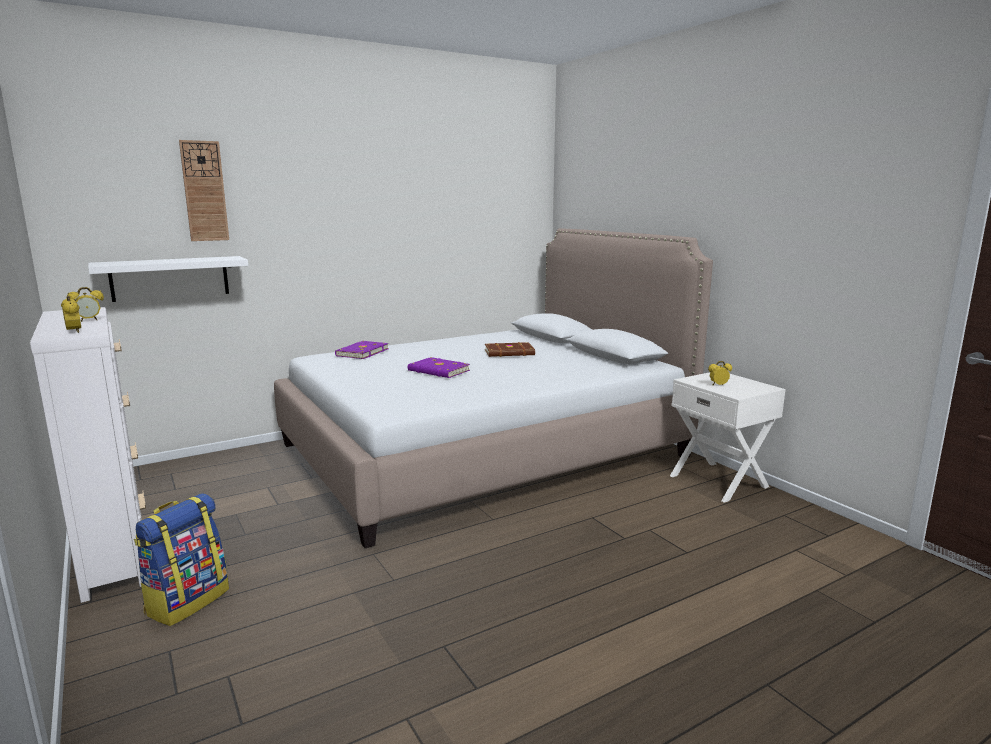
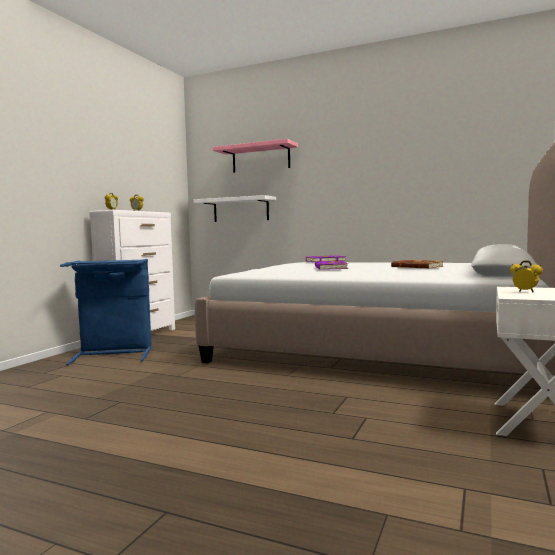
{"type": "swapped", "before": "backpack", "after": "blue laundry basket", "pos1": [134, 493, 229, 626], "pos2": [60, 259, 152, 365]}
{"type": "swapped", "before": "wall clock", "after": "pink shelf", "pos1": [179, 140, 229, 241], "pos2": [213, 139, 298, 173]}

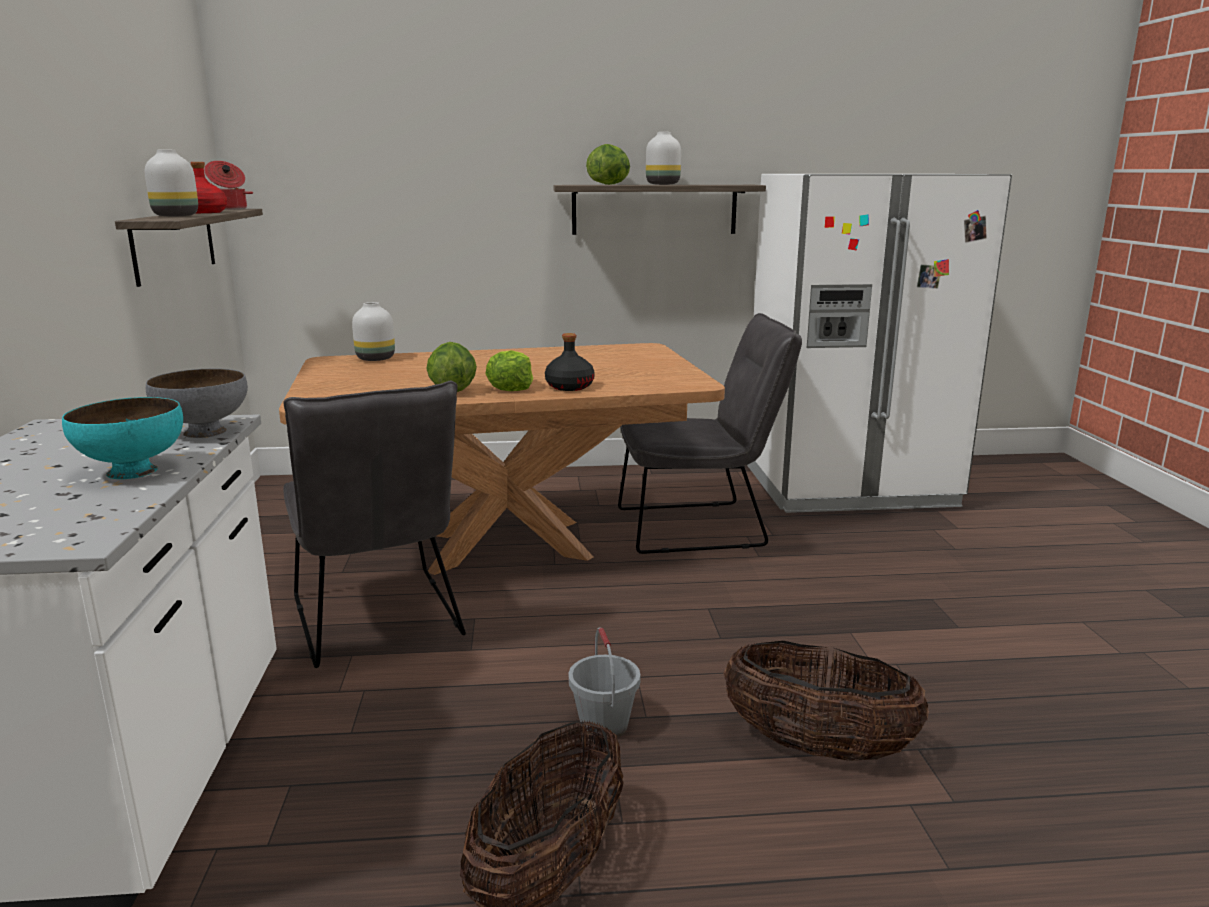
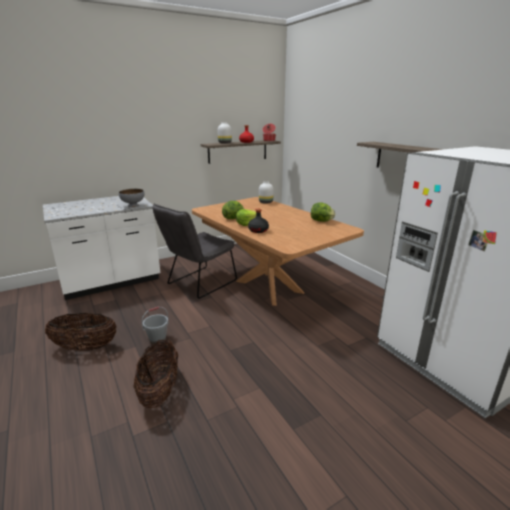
{"type": "gone", "before": "turquoise bowl", "pos1": [62, 397, 183, 479]}
{"type": "gone", "before": "grey chair", "pos1": [618, 313, 802, 554]}
{"type": "gone", "before": "white vase", "pos1": [646, 132, 681, 185]}
{"type": "shifted", "before": "lettuce", "pos1": [586, 144, 630, 185], "pos2": [311, 202, 335, 222]}

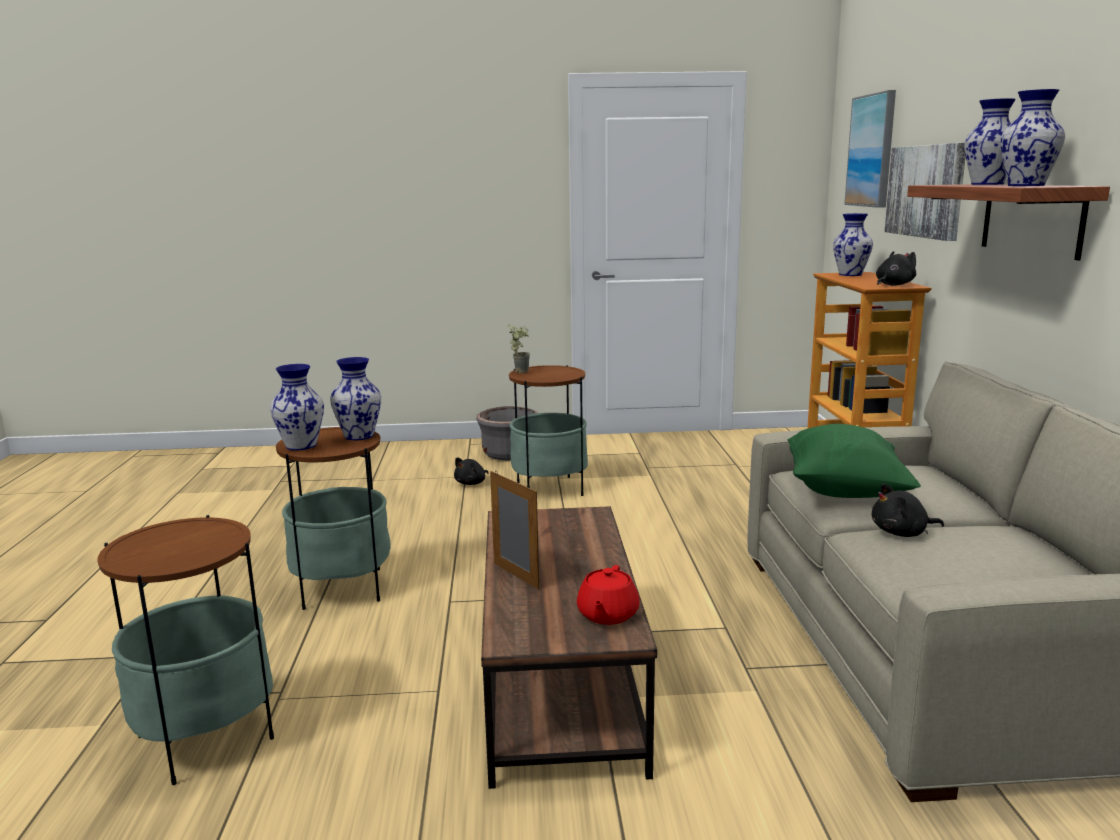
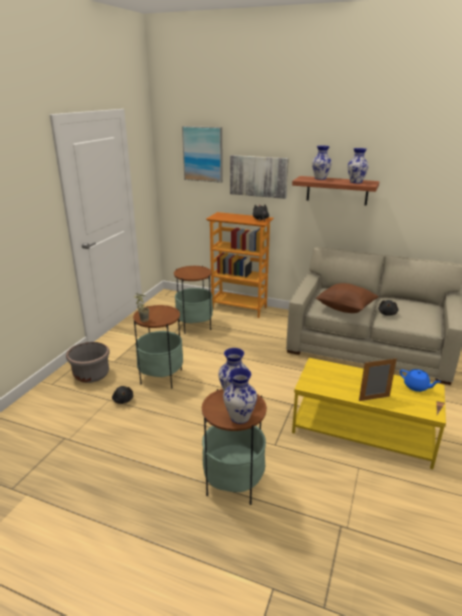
{"type": "gone", "before": "vase", "pos1": [833, 213, 873, 276]}
{"type": "shifted", "before": "side table", "pos1": [97, 515, 274, 785], "pos2": [174, 266, 213, 334]}
{"type": "repainted", "before": "brown coffee table", "after": "yellow coffee table", "pos1": [481, 506, 657, 789], "pos2": [292, 358, 446, 469]}
{"type": "repainted", "before": "red teapot", "after": "blue teapot", "pos1": [577, 565, 640, 625], "pos2": [400, 369, 440, 392]}
{"type": "repainted", "before": "green pillow", "after": "brown pillow", "pos1": [787, 424, 921, 498], "pos2": [316, 283, 379, 313]}

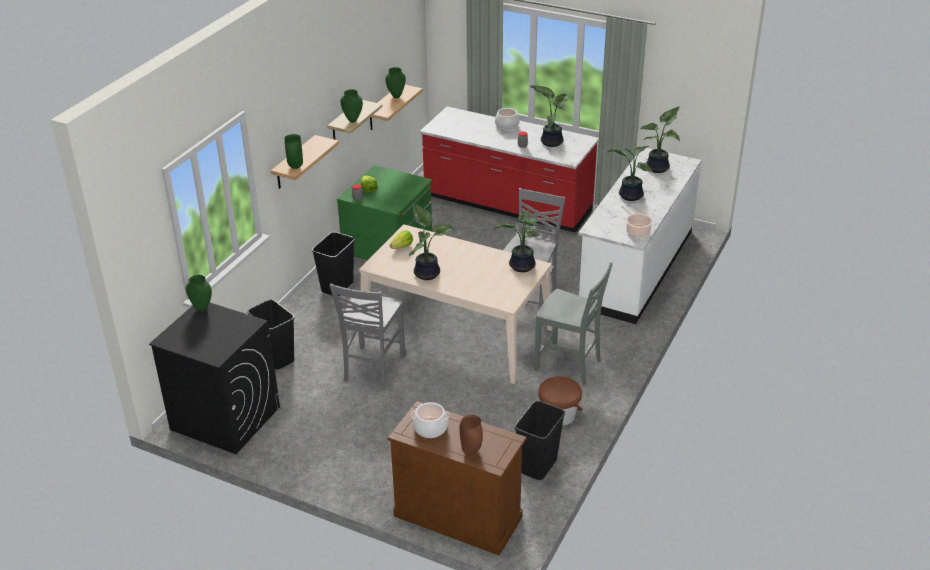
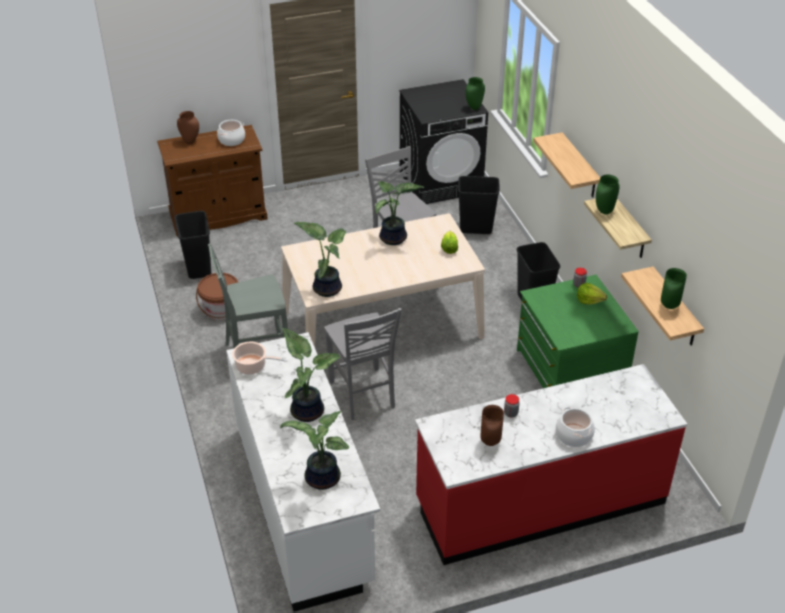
{"type": "gone", "before": "green vase", "pos1": [284, 134, 303, 169]}
{"type": "swapped", "before": "potted plant", "after": "brown vase", "pos1": [530, 85, 569, 147], "pos2": [480, 405, 504, 446]}

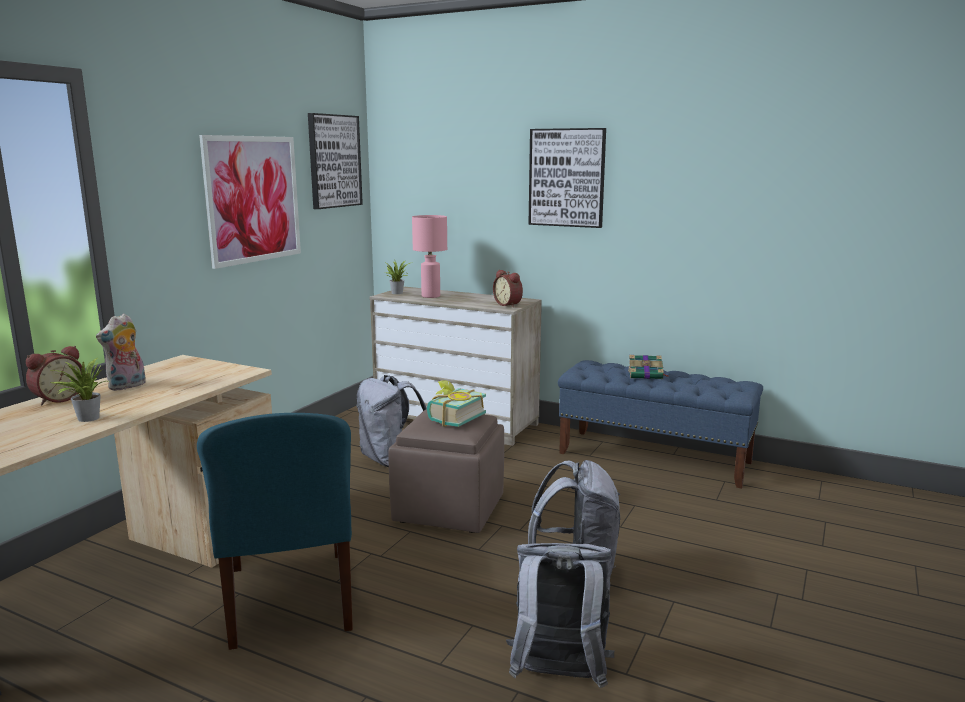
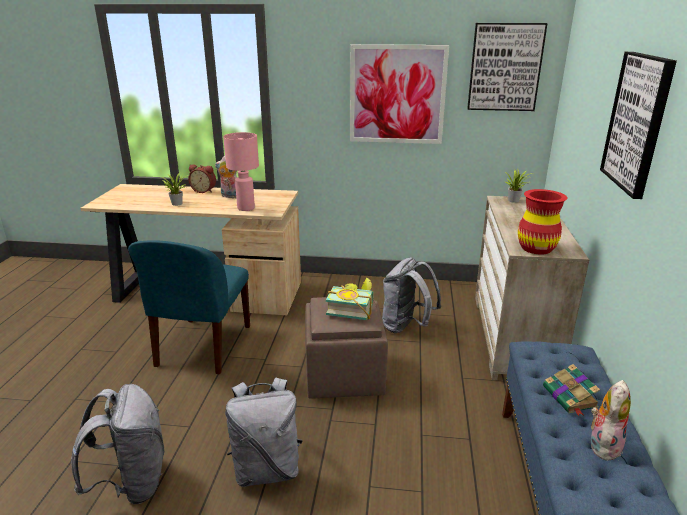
{"type": "new", "after": "plush toy", "pos2": [591, 380, 631, 461]}
{"type": "shifted", "before": "pink table lamp", "pos1": [412, 215, 447, 298], "pos2": [223, 132, 259, 211]}
{"type": "swapped", "before": "alarm clock", "after": "red vase", "pos1": [493, 270, 523, 307], "pos2": [518, 189, 568, 254]}
{"type": "rotated", "before": "blue chair", "pos1": [197, 413, 353, 650], "pos2": [128, 240, 250, 374], "turn": -45}

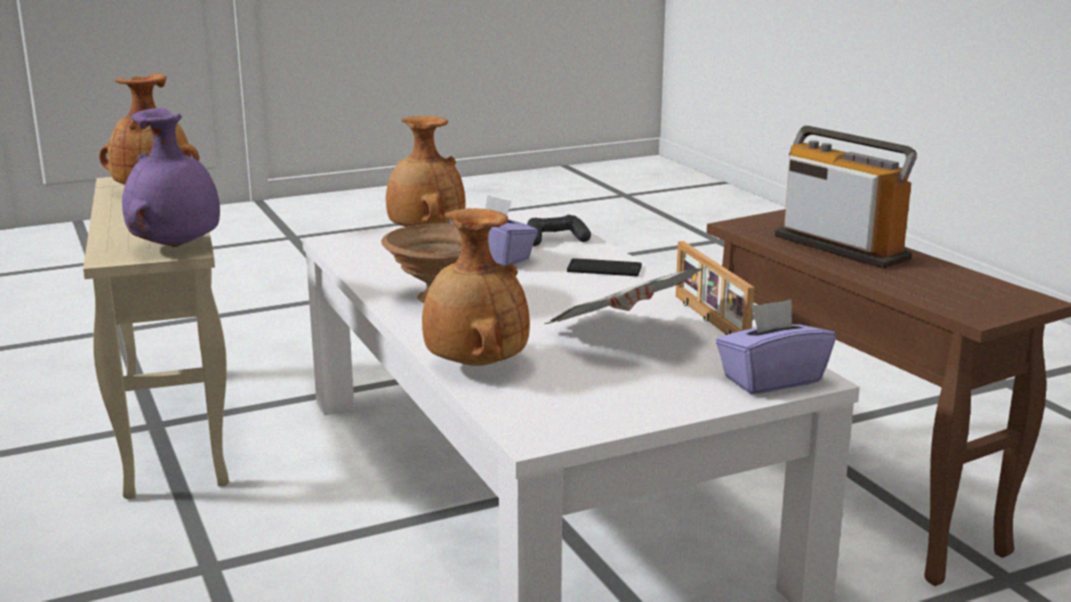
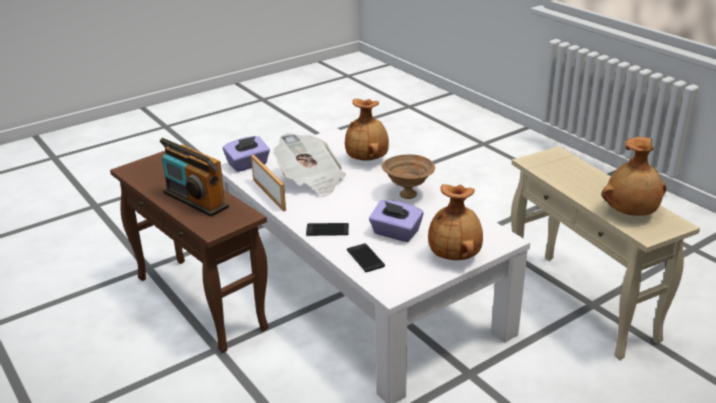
{"type": "gone", "before": "purple vase", "pos1": [122, 108, 220, 247]}
{"type": "swapped", "before": "black game controller", "after": "phone", "pos1": [527, 215, 591, 246], "pos2": [347, 243, 385, 272]}

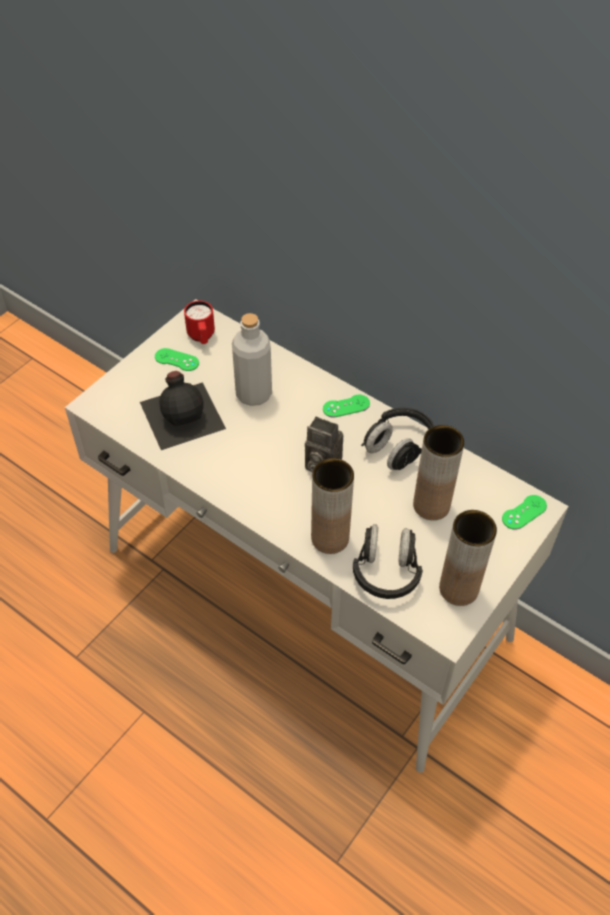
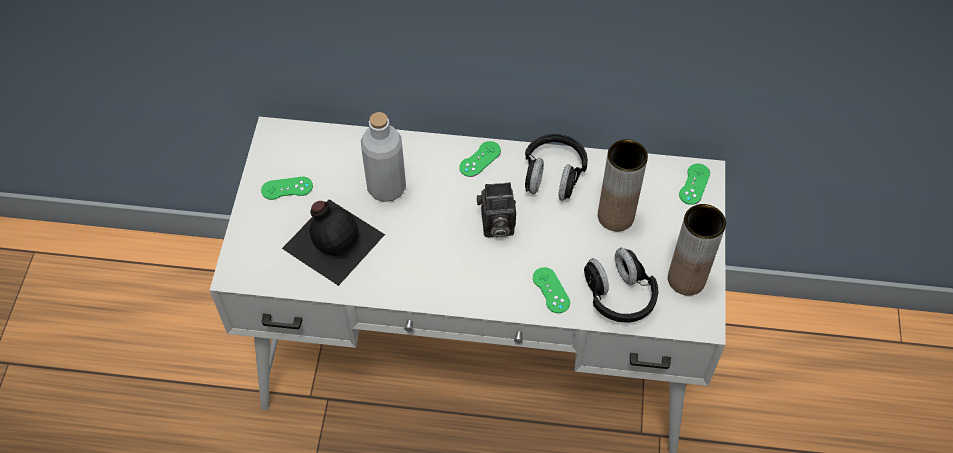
{"type": "gone", "before": "red mug", "pos1": [184, 301, 215, 344]}
{"type": "swapped", "before": "brown vase", "after": "green game controller", "pos1": [311, 458, 354, 554], "pos2": [533, 267, 570, 313]}

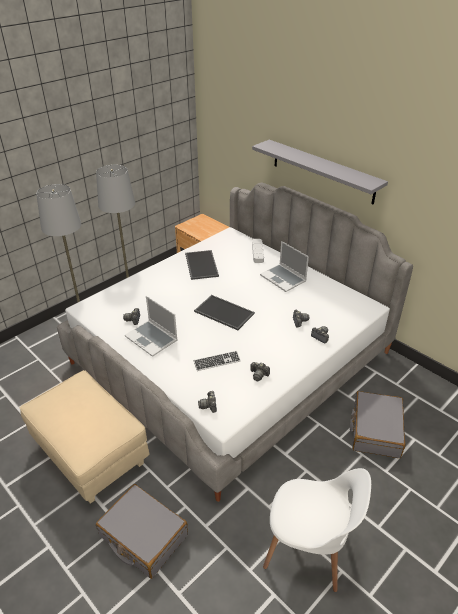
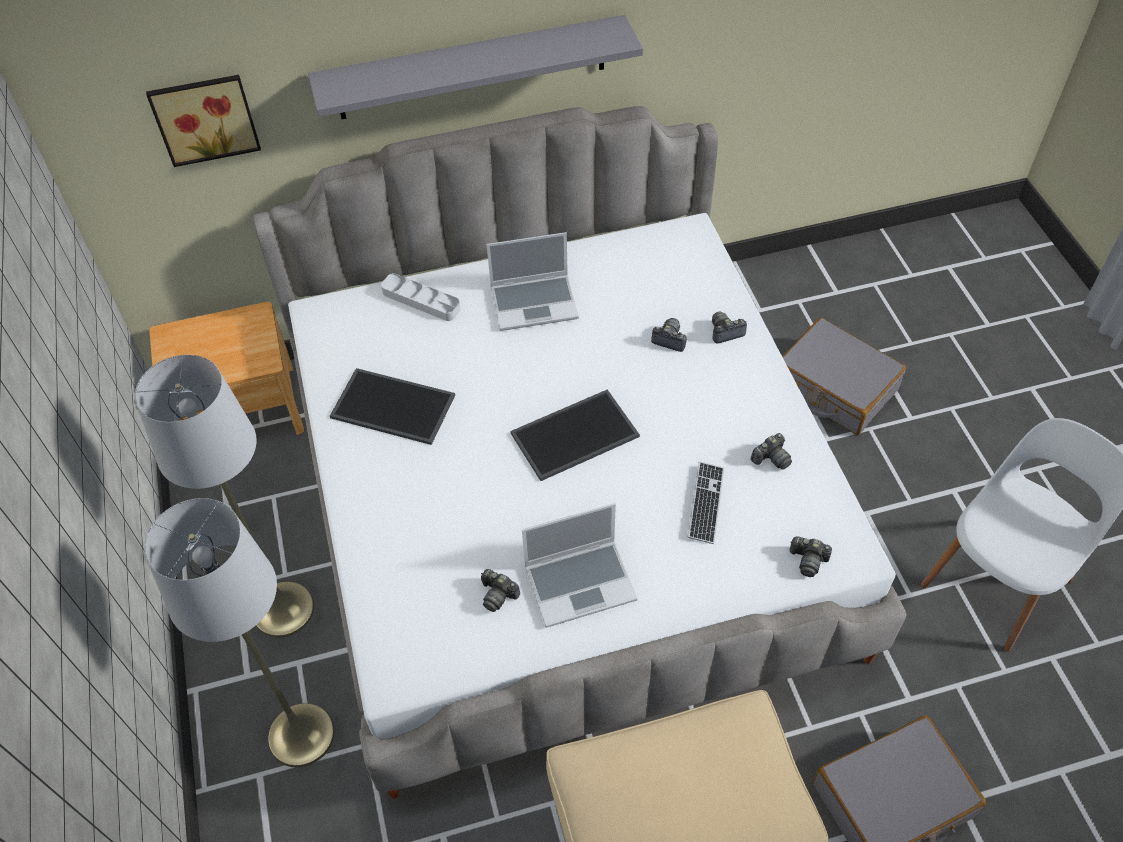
{"type": "new", "after": "picture", "pos2": [146, 75, 261, 167]}

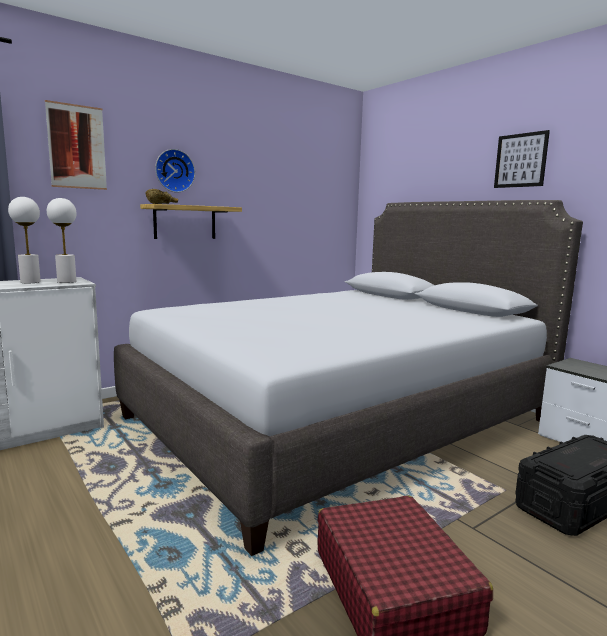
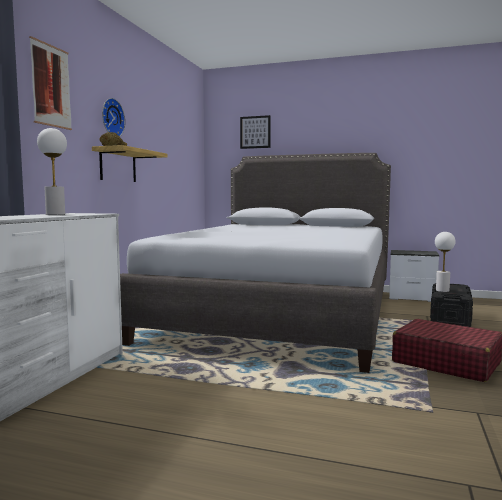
{"type": "shifted", "before": "white table lamp", "pos1": [47, 198, 77, 283], "pos2": [435, 232, 456, 292]}
{"type": "shifted", "before": "picture", "pos1": [494, 130, 550, 188], "pos2": [240, 115, 271, 149]}

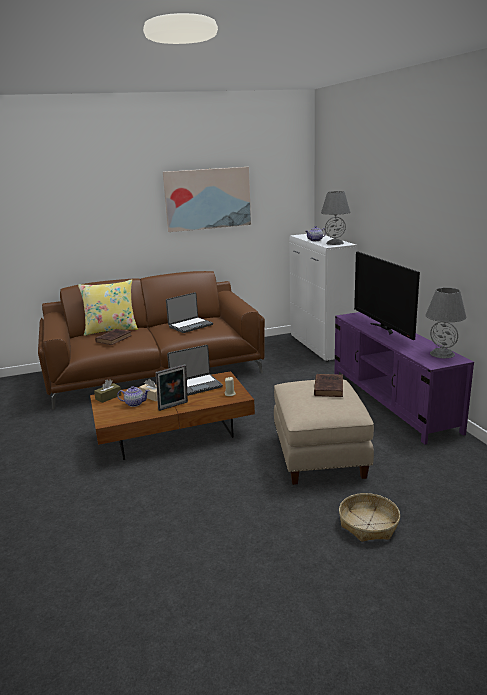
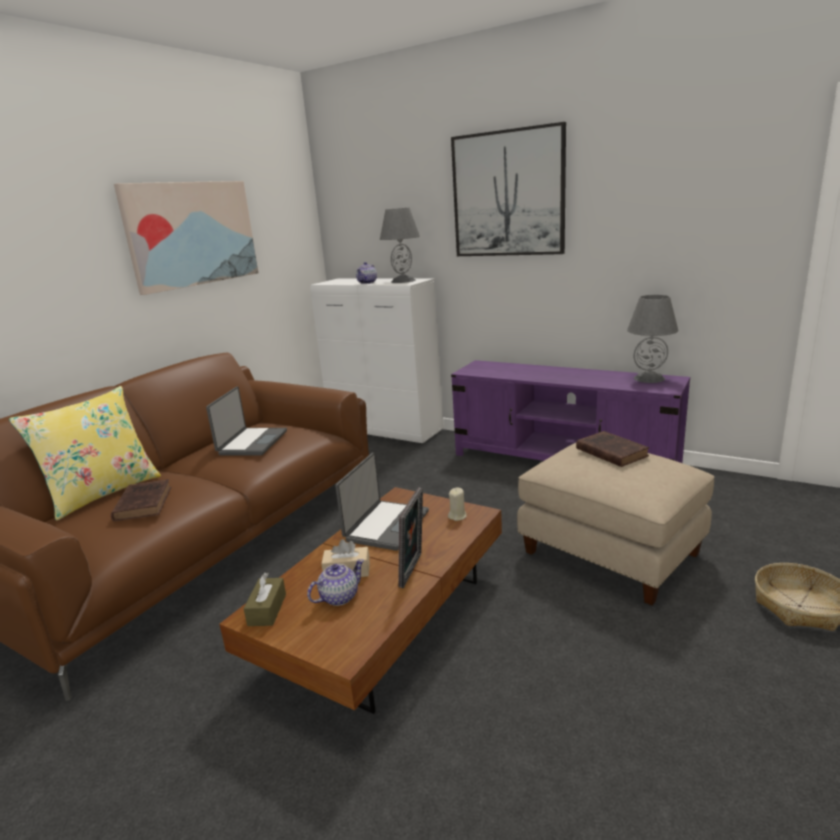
{"type": "gone", "before": "television", "pos1": [354, 252, 420, 340]}
{"type": "new", "after": "picture", "pos2": [451, 122, 566, 256]}

